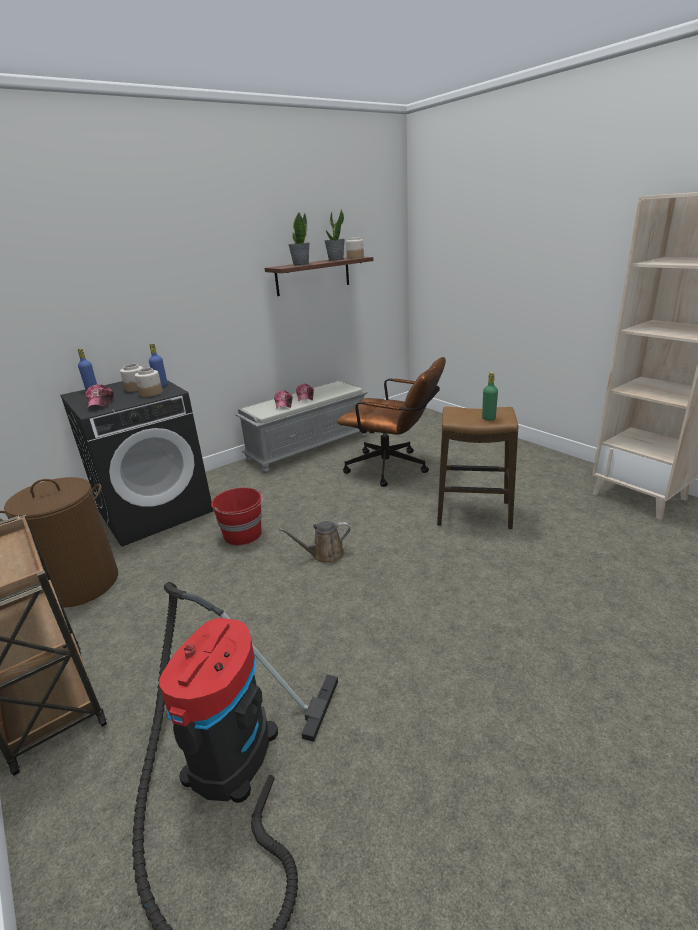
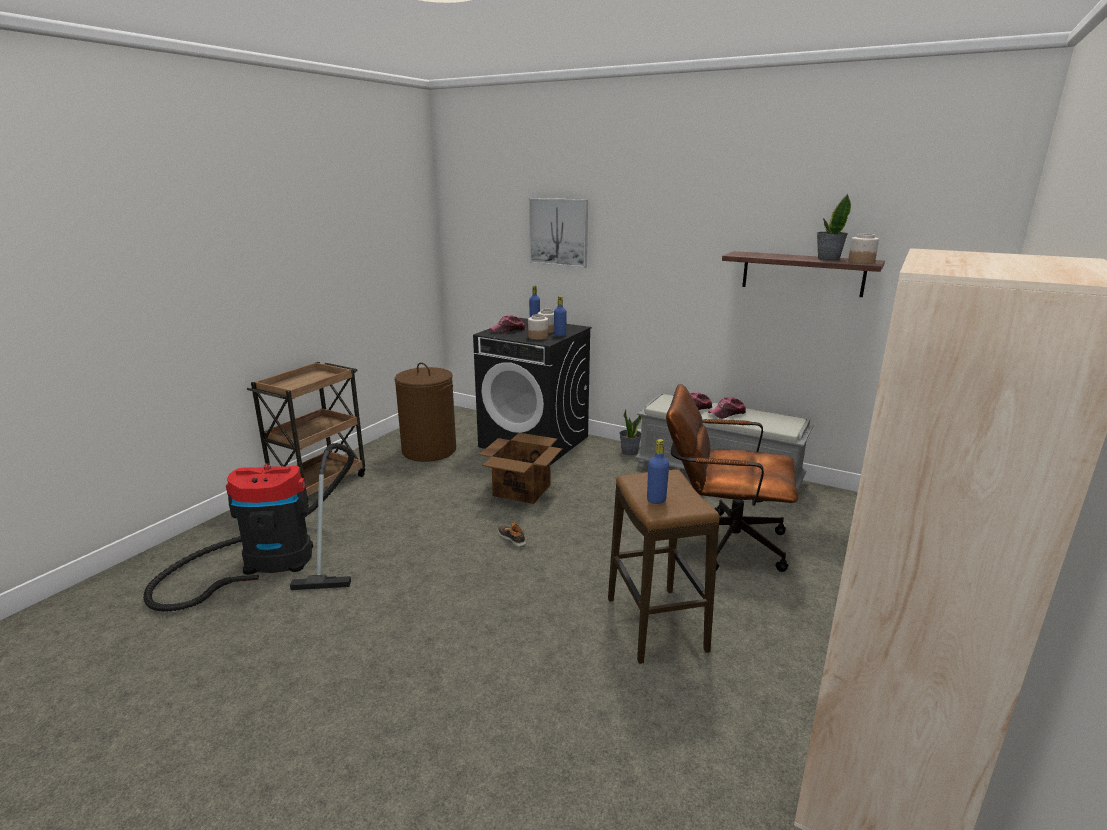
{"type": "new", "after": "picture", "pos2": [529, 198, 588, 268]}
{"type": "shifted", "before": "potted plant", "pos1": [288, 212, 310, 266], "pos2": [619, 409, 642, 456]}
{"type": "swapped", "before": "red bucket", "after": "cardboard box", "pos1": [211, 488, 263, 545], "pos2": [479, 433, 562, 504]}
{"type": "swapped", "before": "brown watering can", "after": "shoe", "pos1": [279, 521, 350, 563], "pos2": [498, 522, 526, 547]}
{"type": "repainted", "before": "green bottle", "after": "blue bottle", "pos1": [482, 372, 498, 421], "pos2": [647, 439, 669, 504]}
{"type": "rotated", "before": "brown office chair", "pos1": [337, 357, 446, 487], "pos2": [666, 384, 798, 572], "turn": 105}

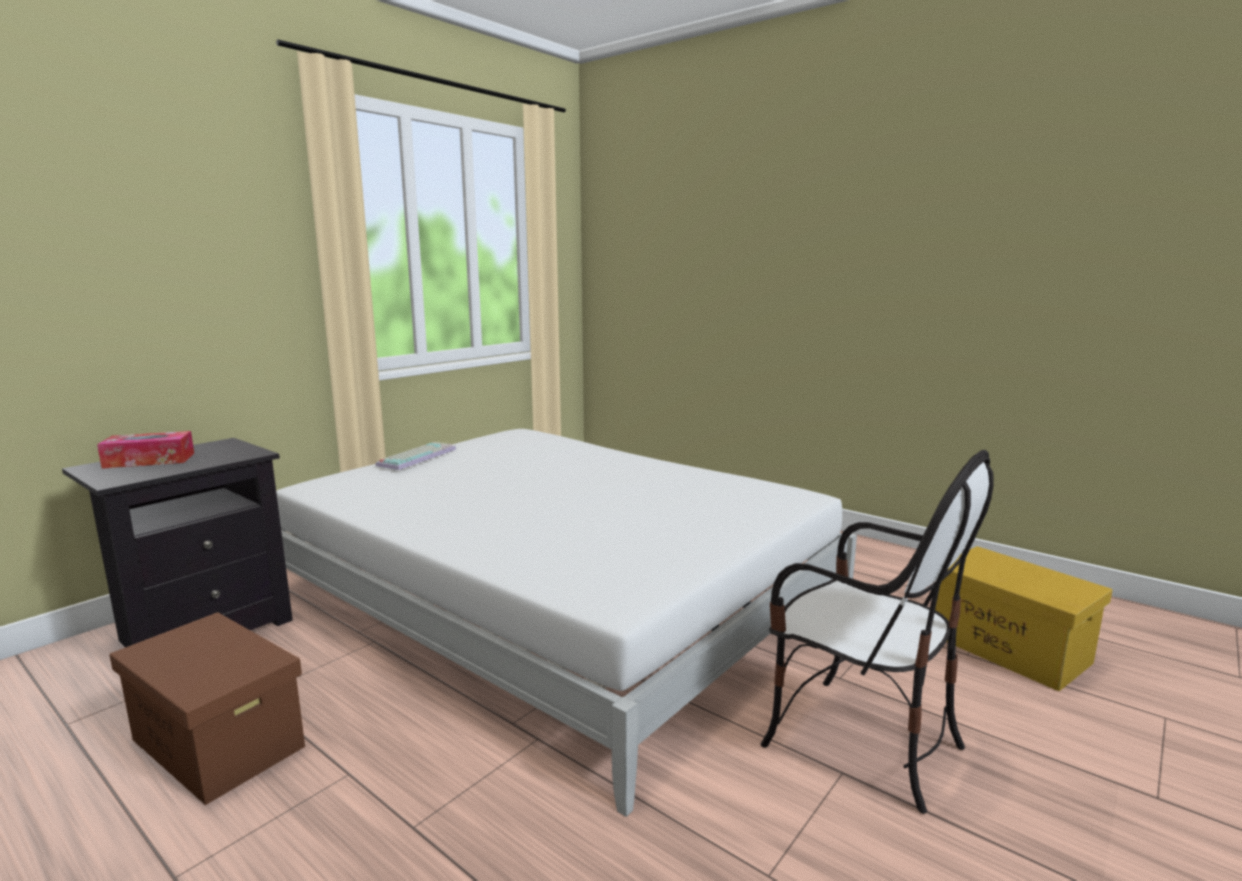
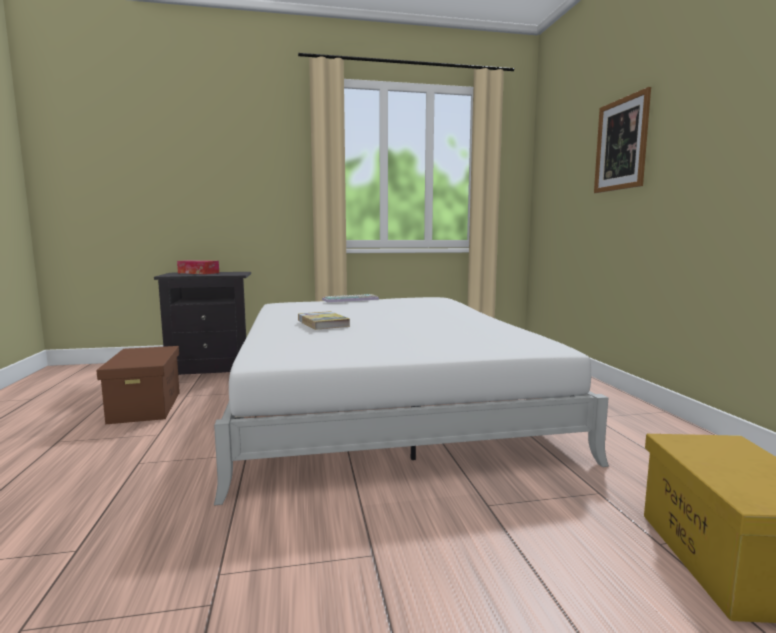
{"type": "gone", "before": "chair", "pos1": [761, 450, 994, 814]}
{"type": "new", "after": "book", "pos2": [298, 311, 350, 330]}
{"type": "new", "after": "picture", "pos2": [594, 87, 651, 193]}

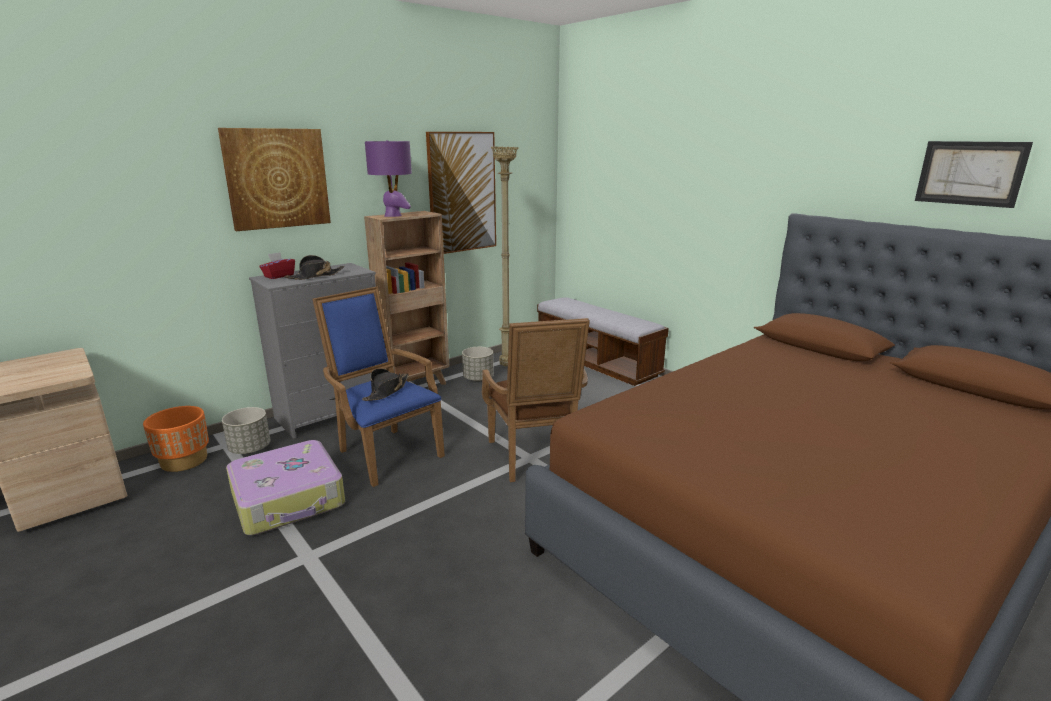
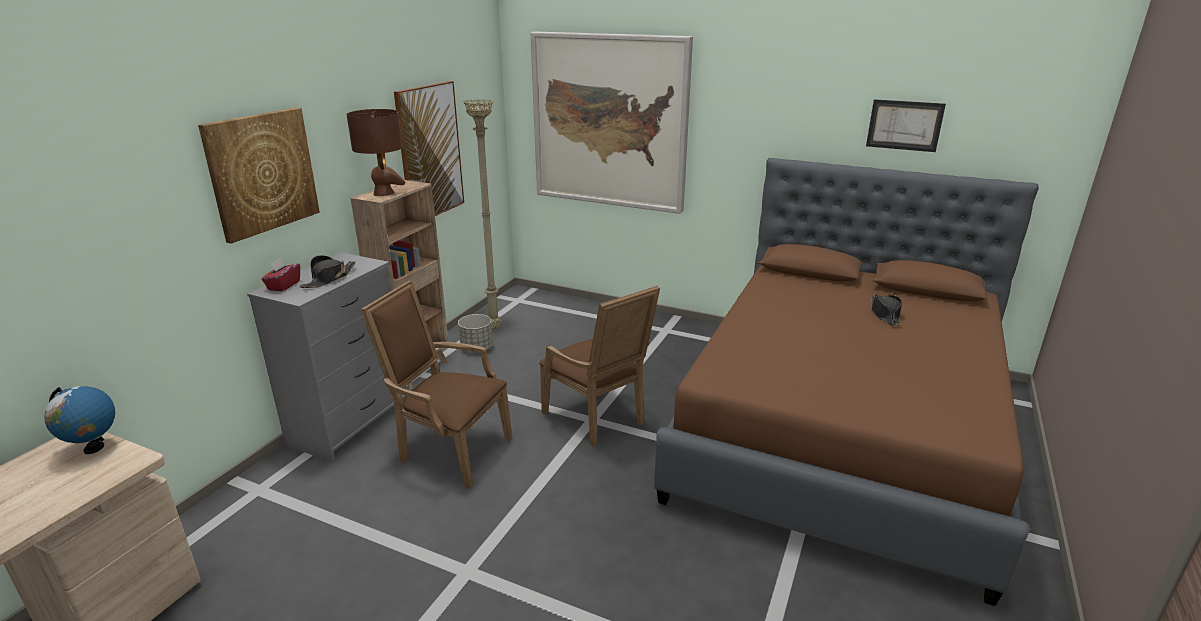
{"type": "gone", "before": "orange planter", "pos1": [143, 406, 209, 472]}
{"type": "gone", "before": "grey planter", "pos1": [222, 407, 270, 454]}
{"type": "gone", "before": "suitcase", "pos1": [226, 440, 345, 535]}
{"type": "gone", "before": "bench", "pos1": [537, 297, 669, 386]}
{"type": "new", "after": "globe", "pos2": [44, 386, 115, 454]}
{"type": "new", "after": "picture", "pos2": [530, 31, 693, 214]}
{"type": "shifted", "before": "black hat", "pos1": [362, 368, 409, 401], "pos2": [872, 294, 902, 326]}
{"type": "repainted", "before": "blue armchair", "after": "brown armchair", "pos1": [313, 286, 445, 487], "pos2": [361, 280, 512, 488]}
{"type": "repainted", "before": "purple table lamp", "after": "brown table lamp", "pos1": [365, 141, 412, 217], "pos2": [346, 109, 405, 196]}

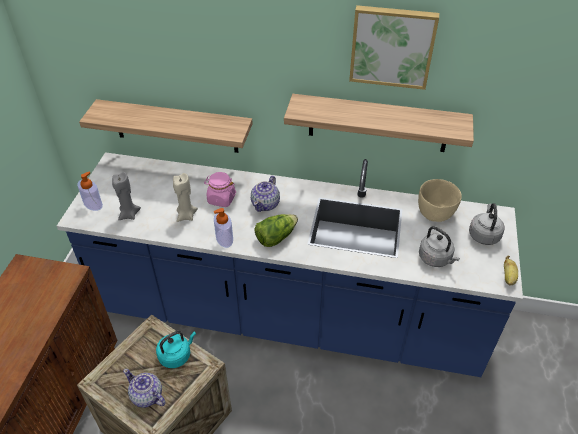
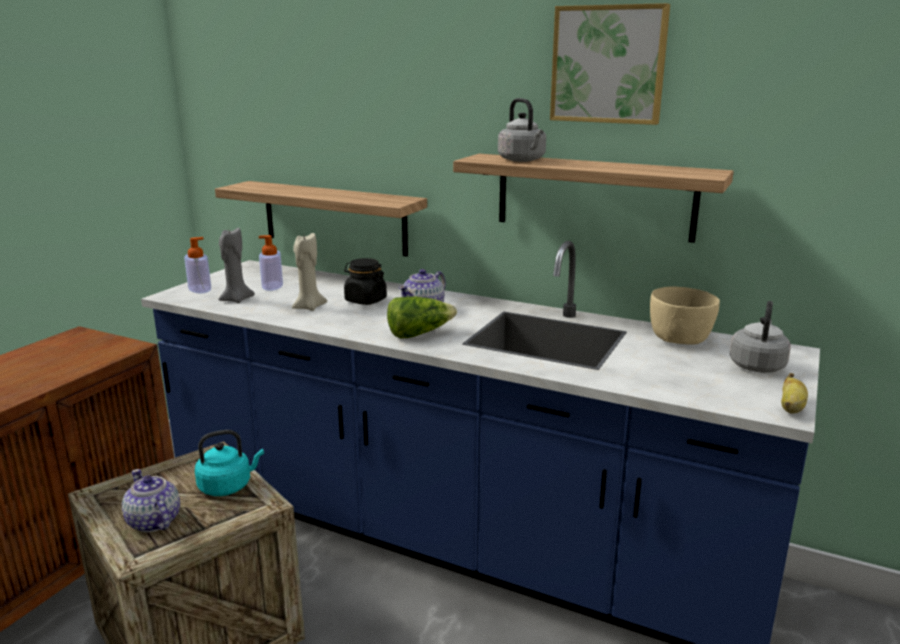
{"type": "shifted", "before": "soap dispenser", "pos1": [214, 208, 233, 248], "pos2": [259, 235, 283, 291]}
{"type": "shifted", "before": "grey kettle", "pos1": [419, 226, 460, 267], "pos2": [498, 98, 546, 162]}
{"type": "repainted", "before": "pink jar", "after": "black jar", "pos1": [204, 172, 236, 207], "pos2": [344, 258, 387, 305]}

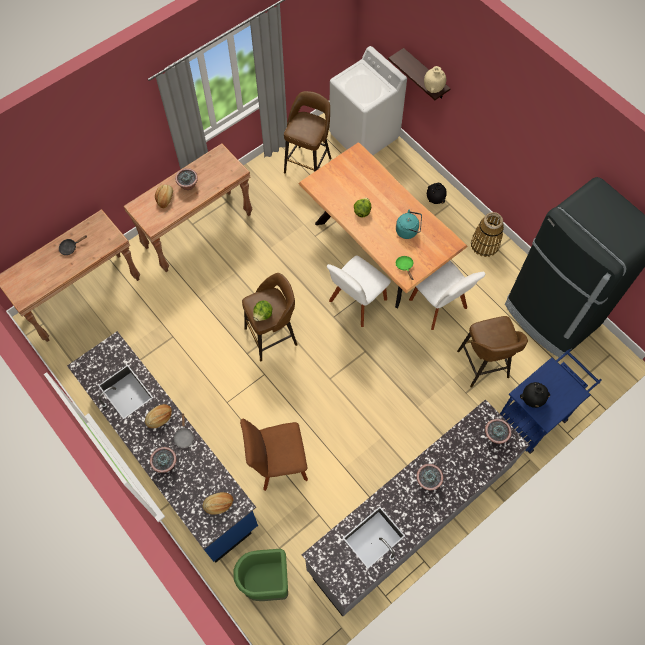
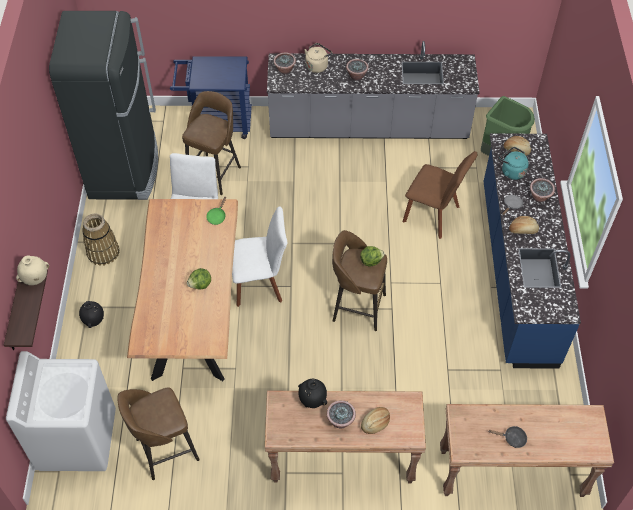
{"type": "new", "after": "beige kettle", "pos2": [304, 43, 332, 73]}
{"type": "shifted", "before": "turquoise kettle", "pos1": [396, 210, 422, 239], "pos2": [499, 147, 529, 180]}
{"type": "shifted", "before": "black vase", "pos1": [520, 382, 550, 408], "pos2": [298, 379, 327, 408]}

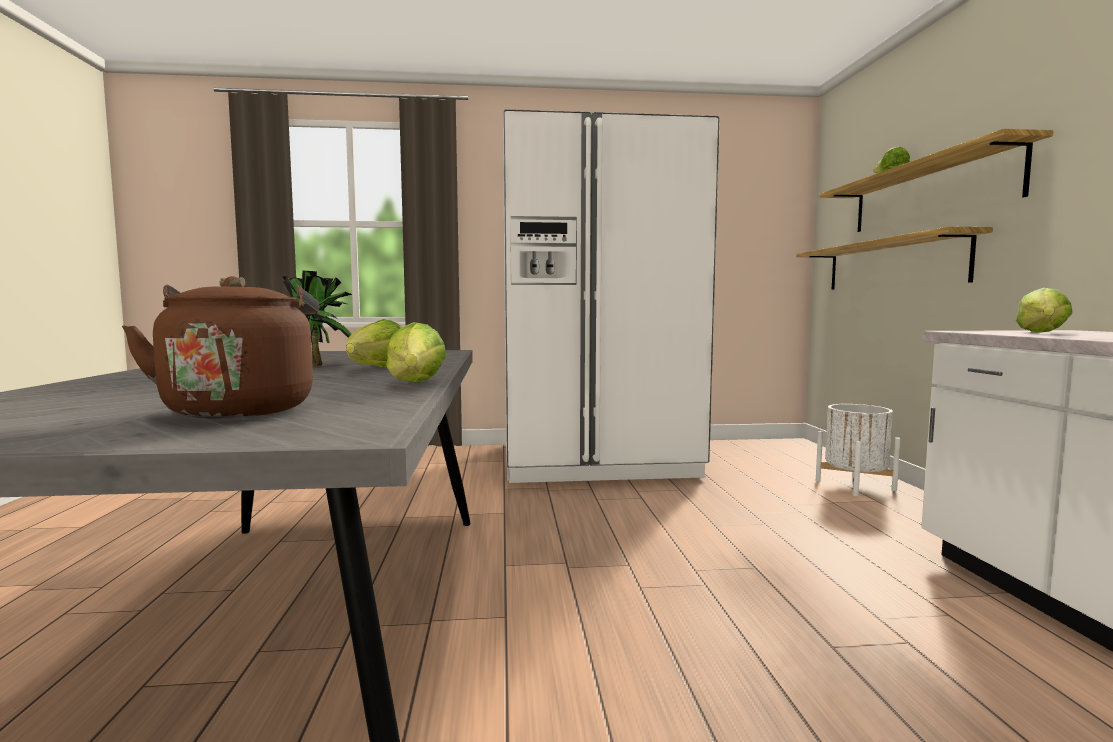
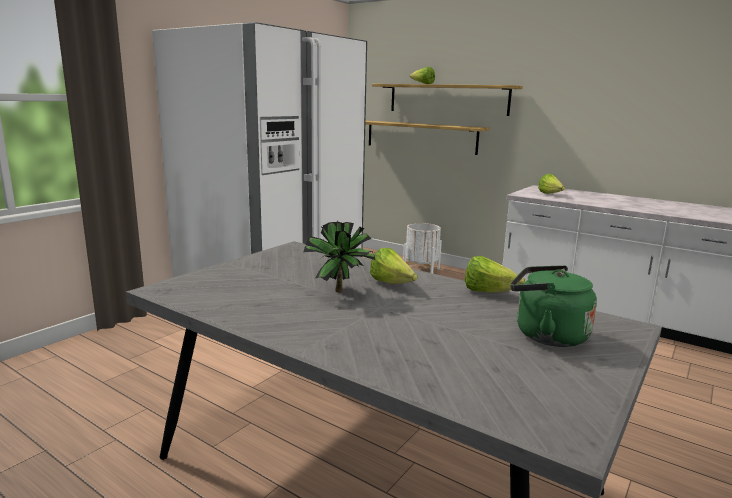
{"type": "repainted", "before": "brown kettle", "after": "green kettle", "pos1": [122, 276, 319, 419], "pos2": [510, 265, 597, 347]}

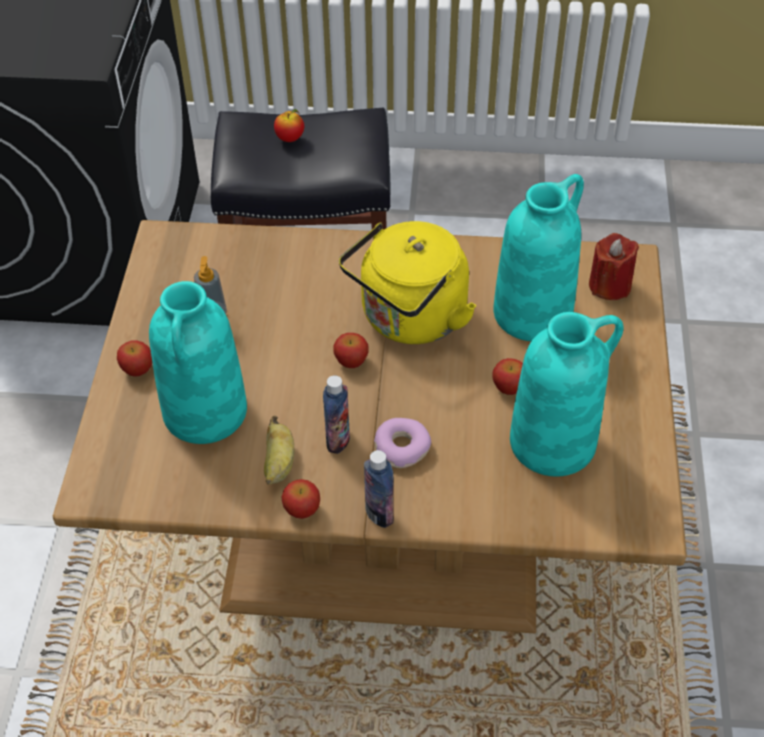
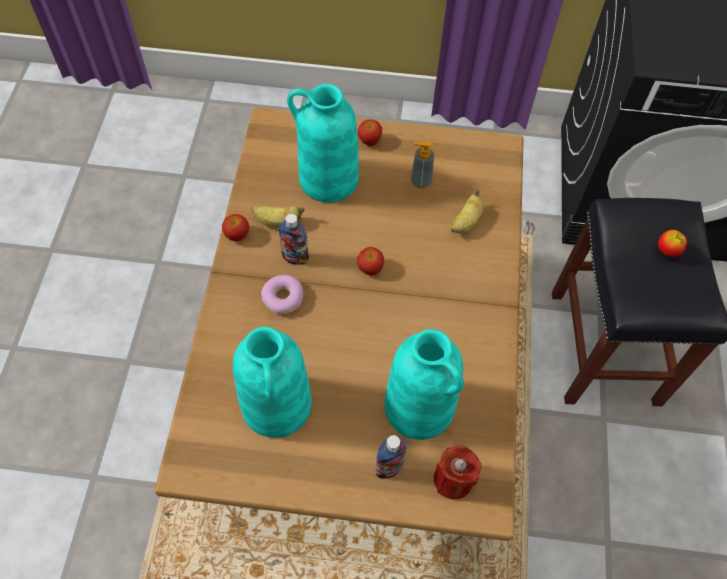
{"type": "gone", "before": "yellow kettle", "pos1": [339, 221, 476, 344]}
{"type": "gone", "before": "apple", "pos1": [493, 358, 523, 395]}
{"type": "new", "after": "banana", "pos2": [451, 190, 484, 233]}
{"type": "shifted", "before": "bottle", "pos1": [364, 450, 394, 528], "pos2": [375, 435, 407, 479]}

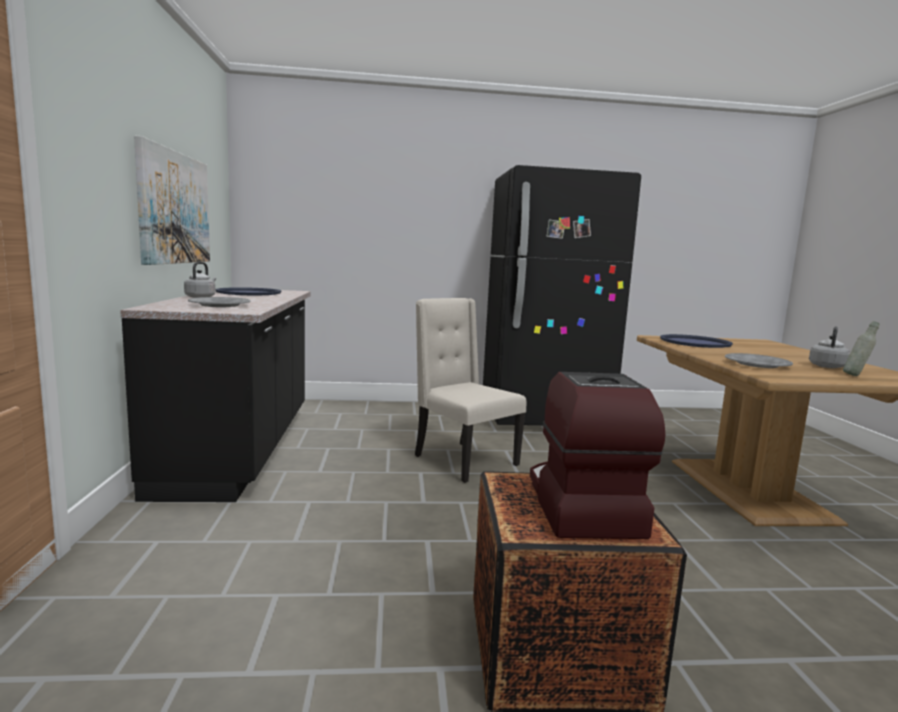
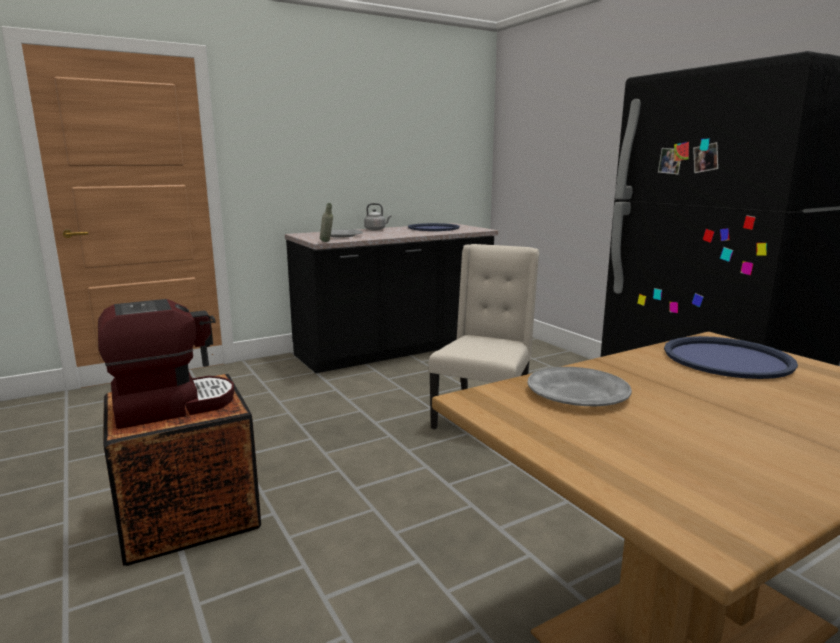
{"type": "gone", "before": "picture", "pos1": [134, 136, 210, 265]}
{"type": "gone", "before": "grey kettle", "pos1": [809, 326, 850, 368]}
{"type": "shifted", "before": "grey bottle", "pos1": [843, 321, 879, 376], "pos2": [320, 203, 333, 242]}

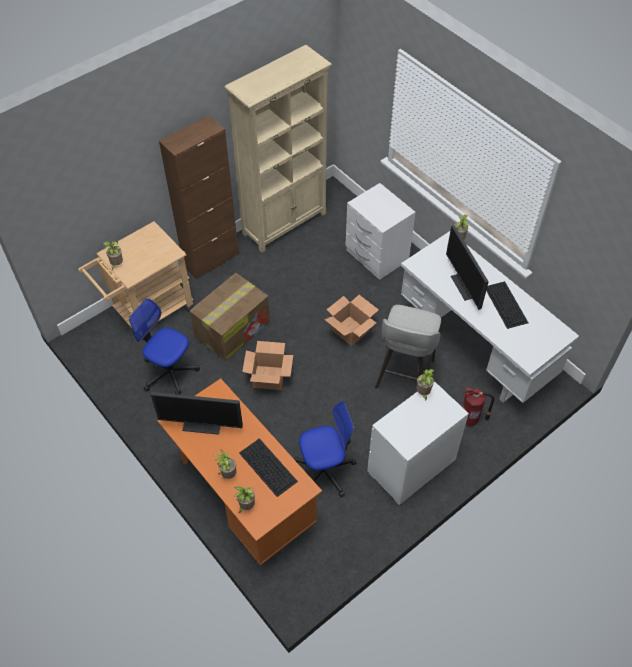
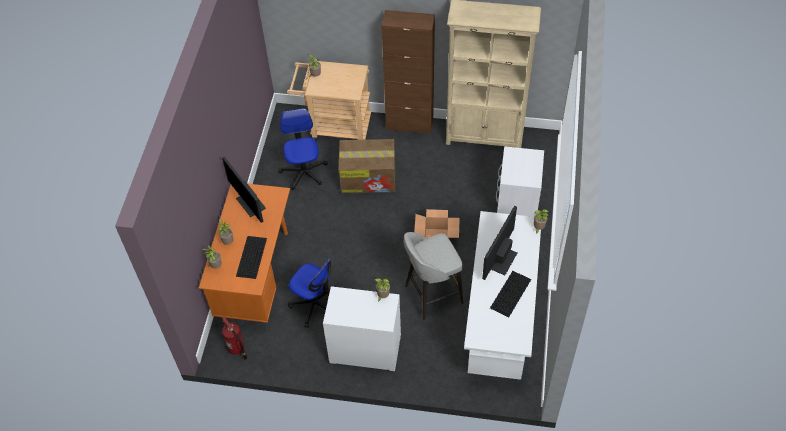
{"type": "gone", "before": "cardboard box", "pos1": [242, 341, 293, 390]}
{"type": "shifted", "before": "fire extinguisher", "pos1": [462, 387, 494, 426], "pos2": [222, 317, 247, 360]}

